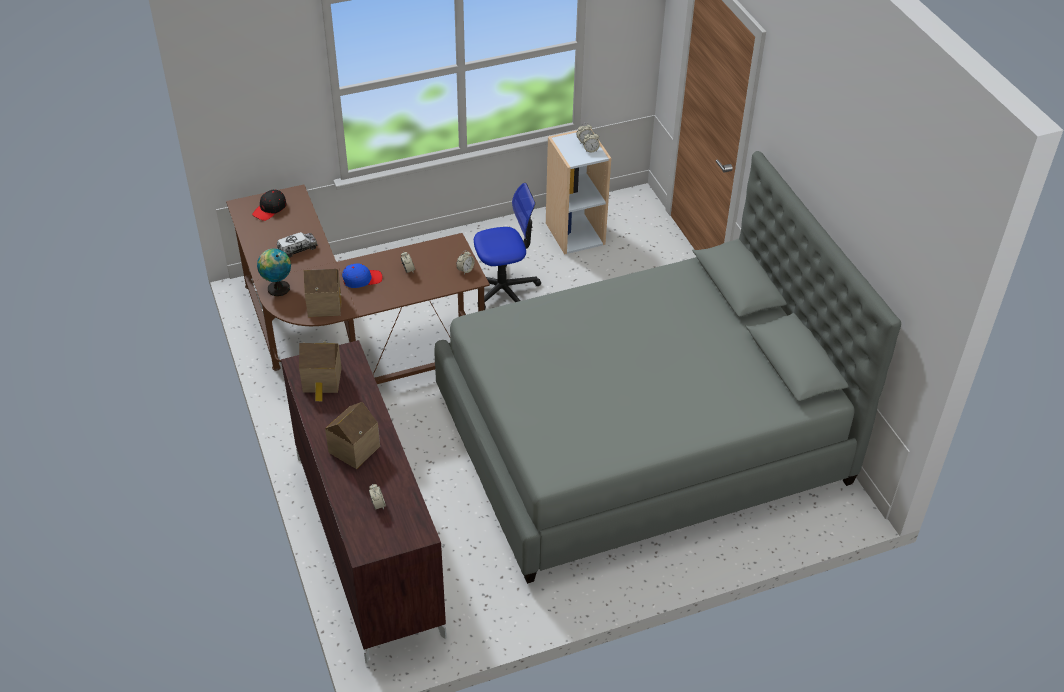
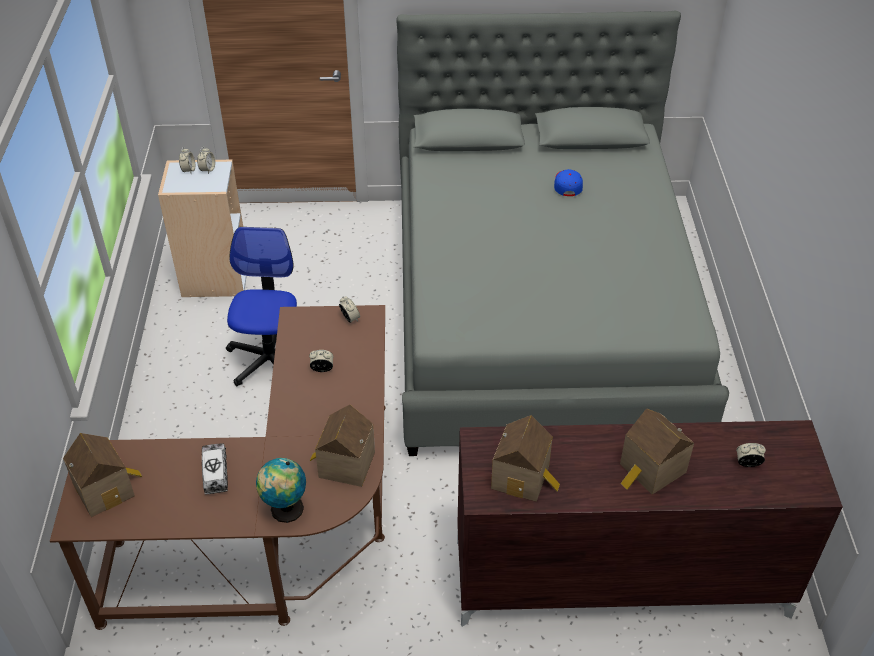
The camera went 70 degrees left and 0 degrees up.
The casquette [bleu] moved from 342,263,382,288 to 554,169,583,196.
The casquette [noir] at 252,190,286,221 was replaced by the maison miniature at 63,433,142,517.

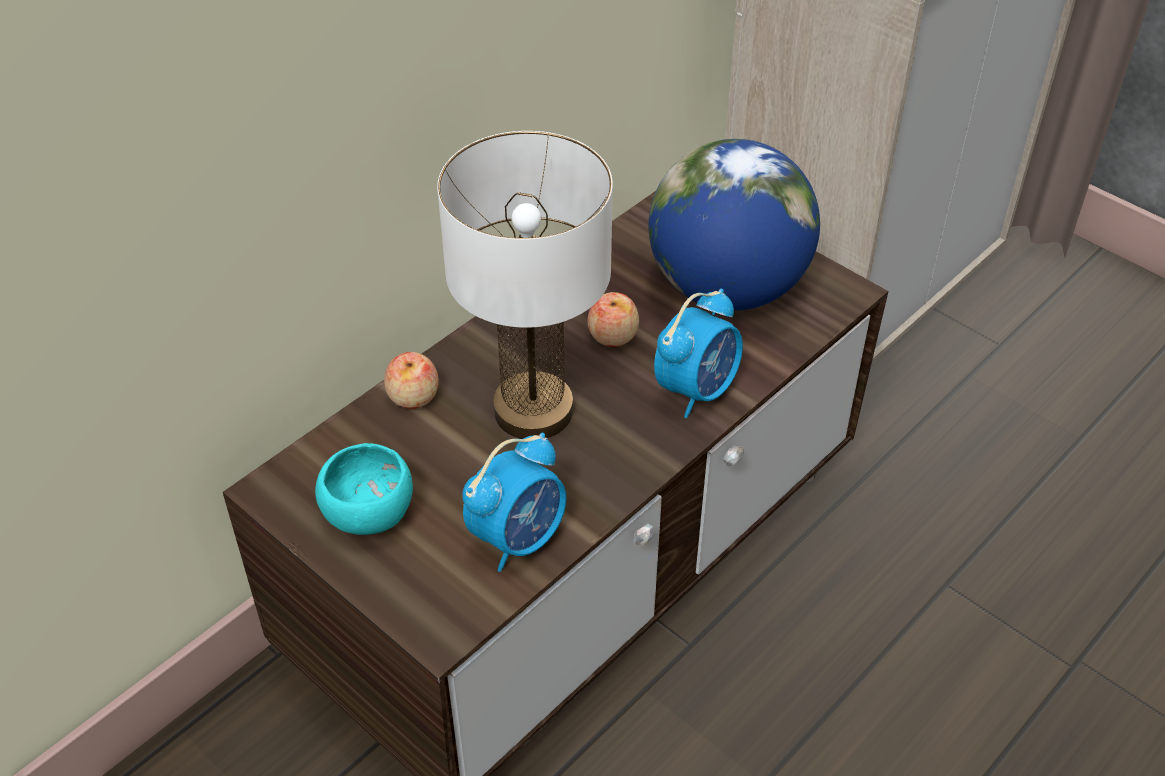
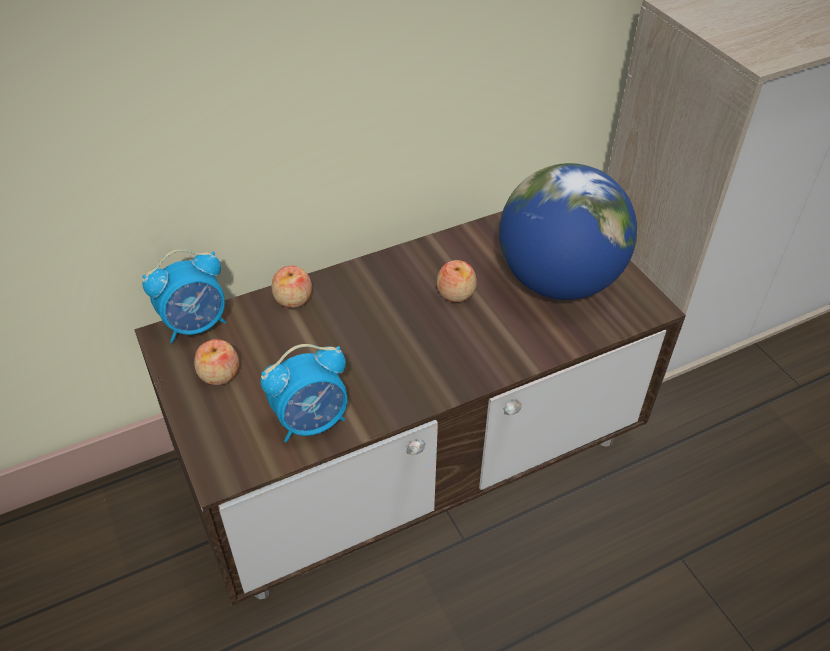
The camera went 20 degrees right and 0 degrees up.
The lampe de table at 437,131,613,439 disappeared.
The réveil moved from 654,289,743,418 to 142,249,226,343.
The bol [turquoise] at 315,443,413,535 was replaced by the pomme at 194,339,239,385.

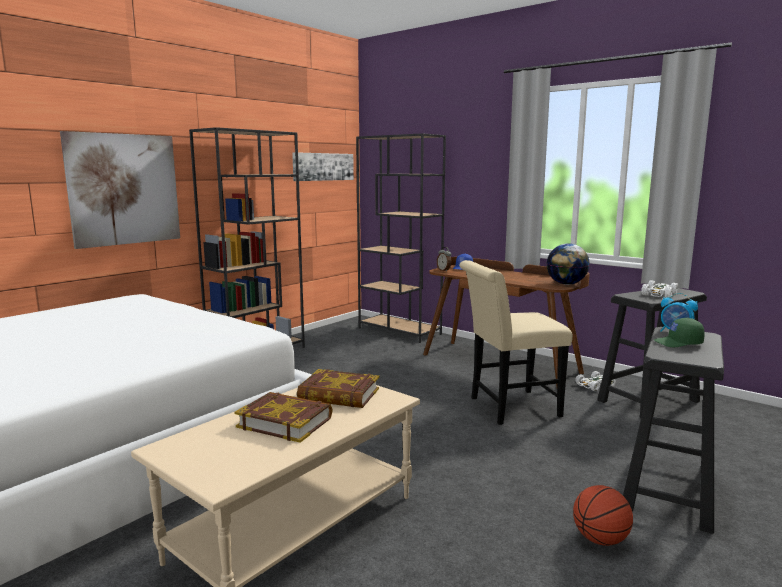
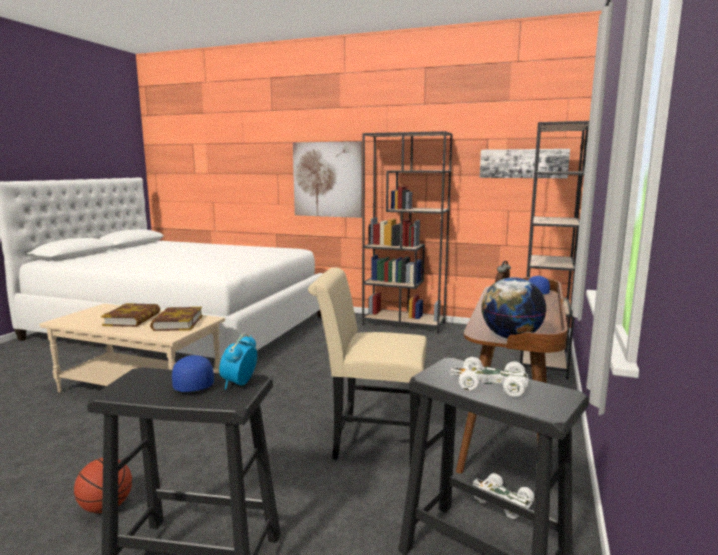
The camera went 70 degrees right and 0 degrees up.
The casquette [vert] at 654,318,705,347 became the casquette [bleu] at 172,355,214,392.
The chaise [beige] at 459,260,573,425 turned 45 degrees counterclockwise.

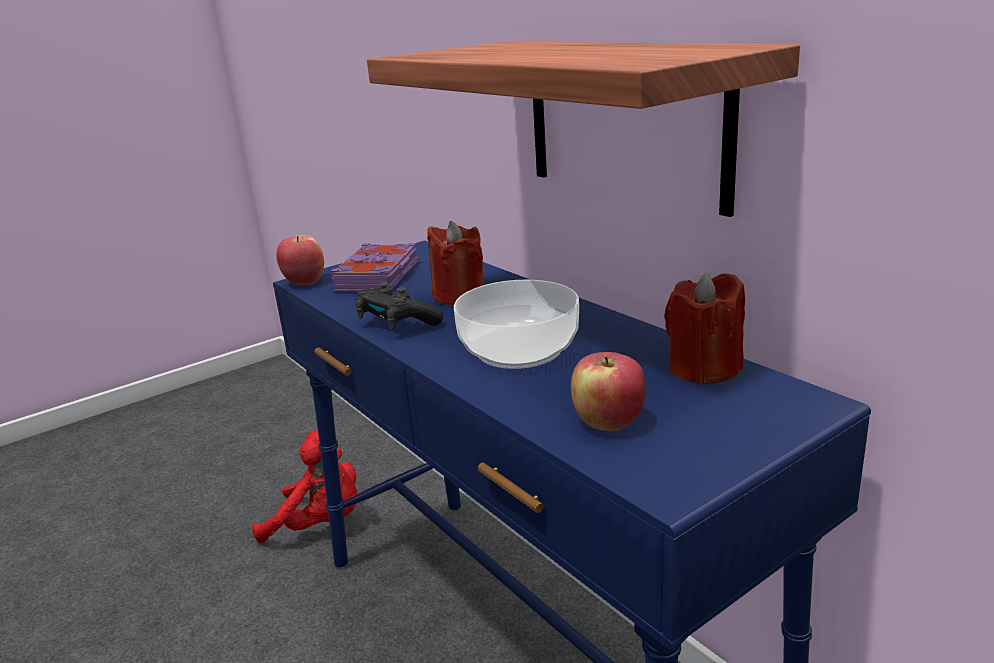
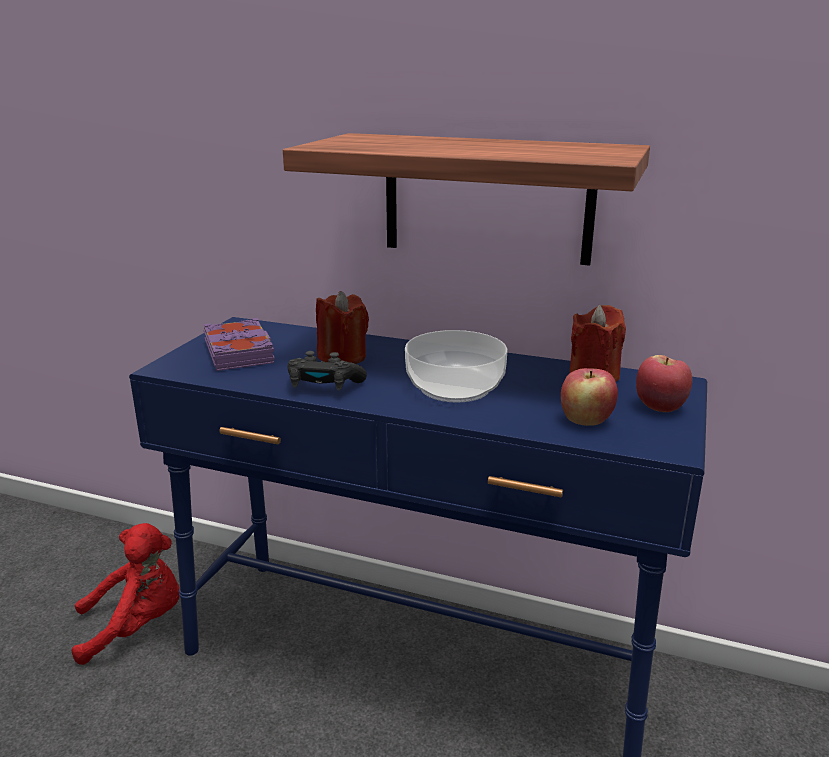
The camera went 35 degrees left and 0 degrees up.
The pomme moved from 276,235,324,285 to 636,355,692,412.

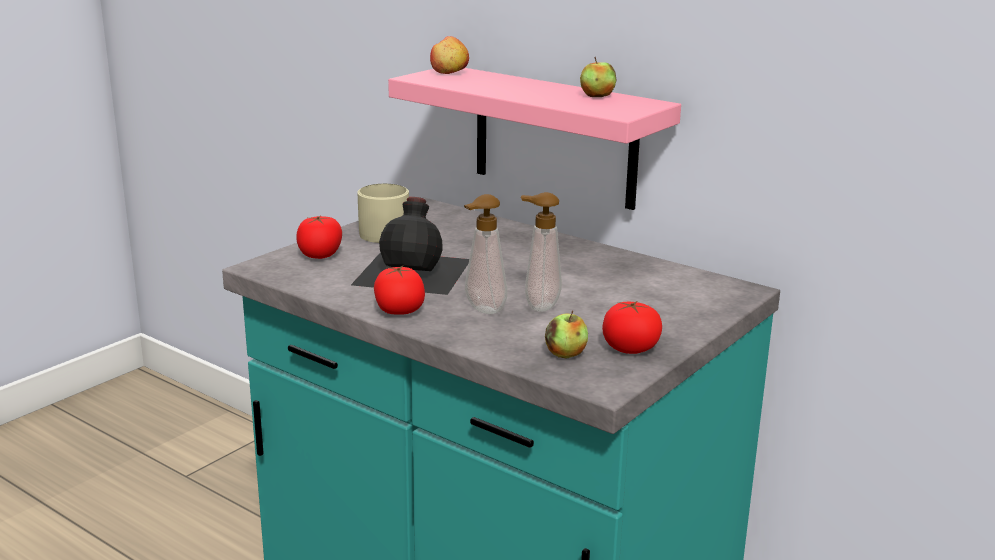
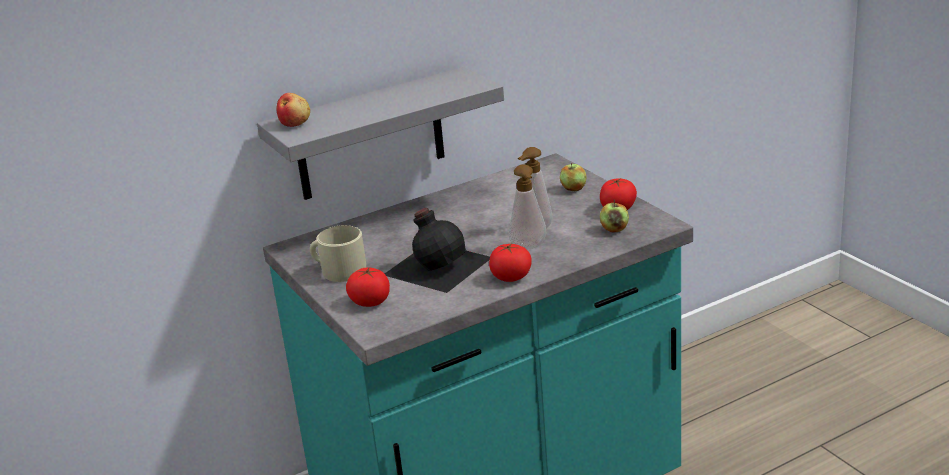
The camera went 65 degrees left and 5 degrees up.
The pomme moved from 580,57,616,97 to 560,163,587,191.
The étagère [rose] at 388,68,681,210 became the étagère [gris] at 257,67,504,200.

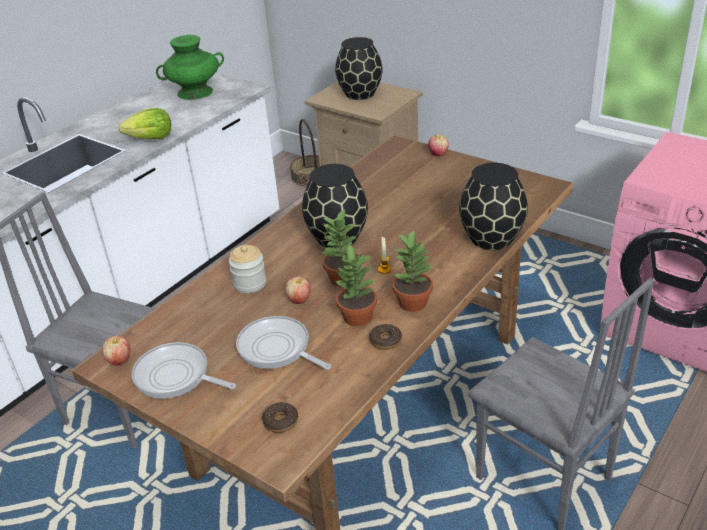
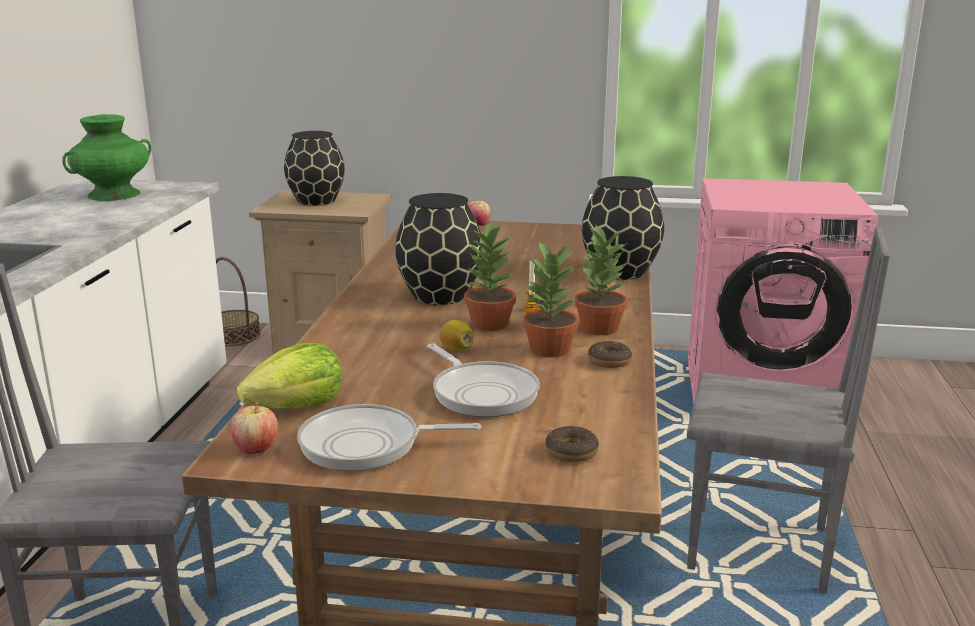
The camera went 30 degrees left and 15 degrees down.
The bocal at 229,245,266,293 disappeared.
The laitue moved from 119,108,171,140 to 237,343,342,409.
The pomme at 285,276,311,304 was replaced by the citron at 439,320,474,351.
The poêle at 236,316,331,370 turned 135 degrees counterclockwise.

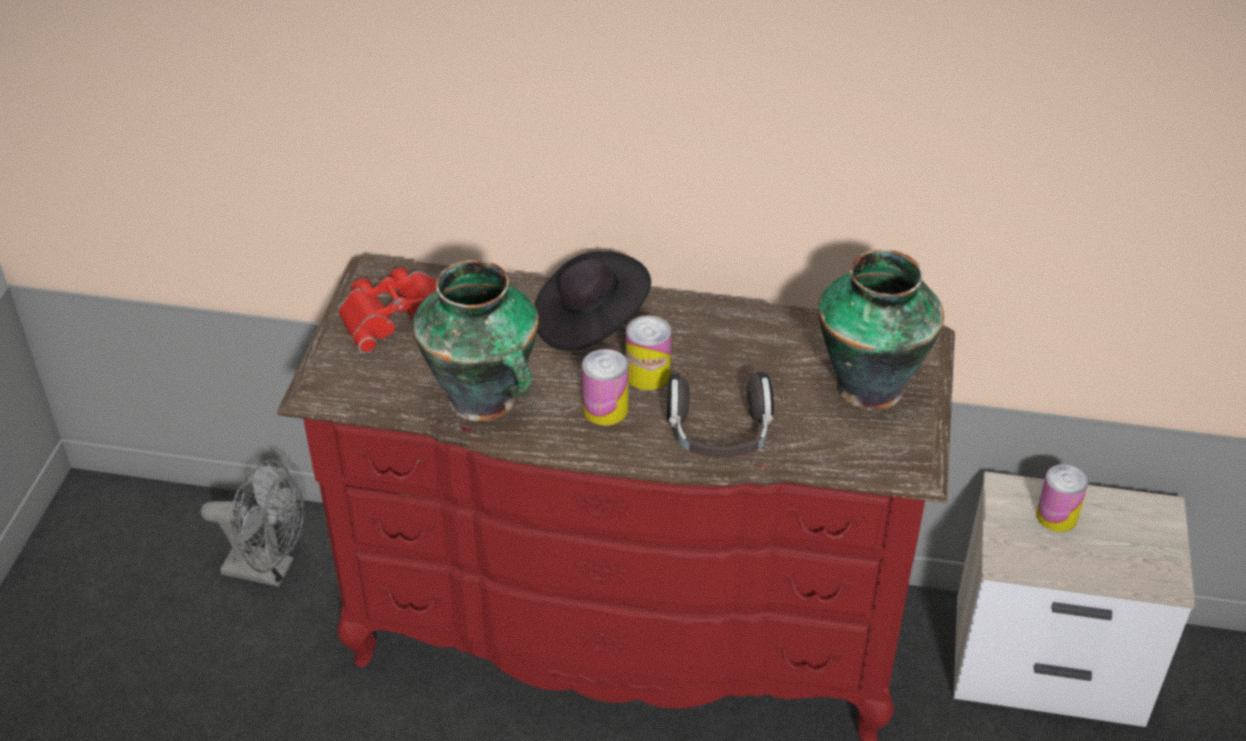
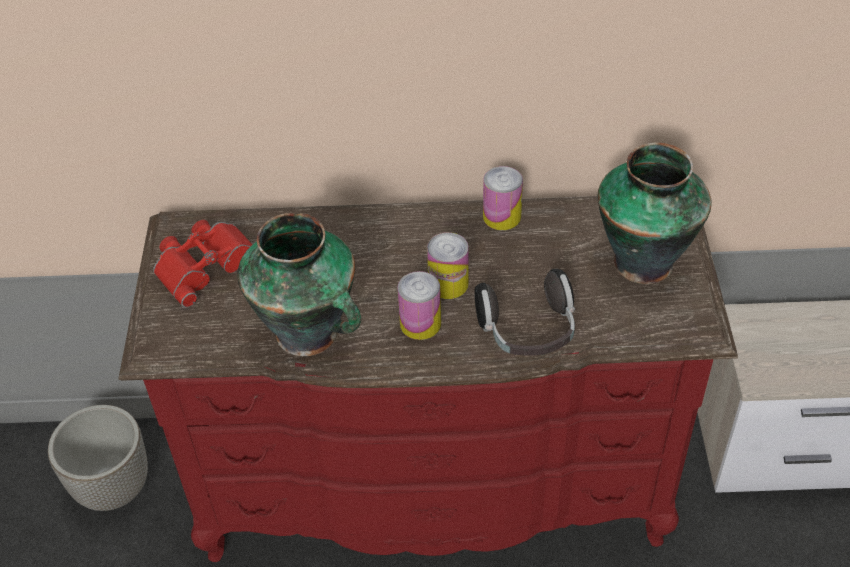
The camera went 10 degrees left and 5 degrees up.
The chapeau [noir] at 535,251,651,351 disappeared.
The boîte métallique moved from 1036,464,1088,532 to 483,166,523,230.
The ventilateur [gris] at 201,459,304,587 was replaced by the cache-pot at 48,405,148,511.

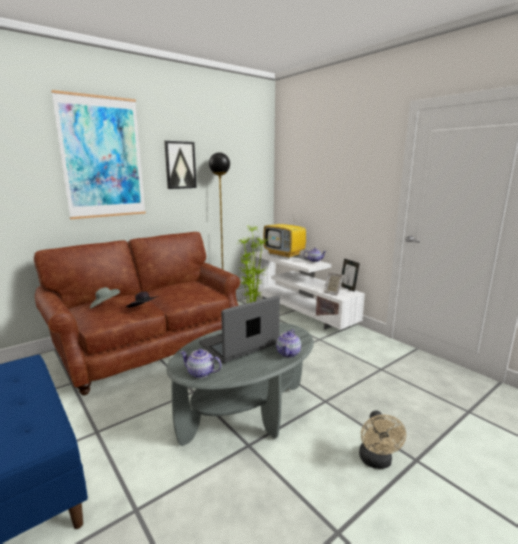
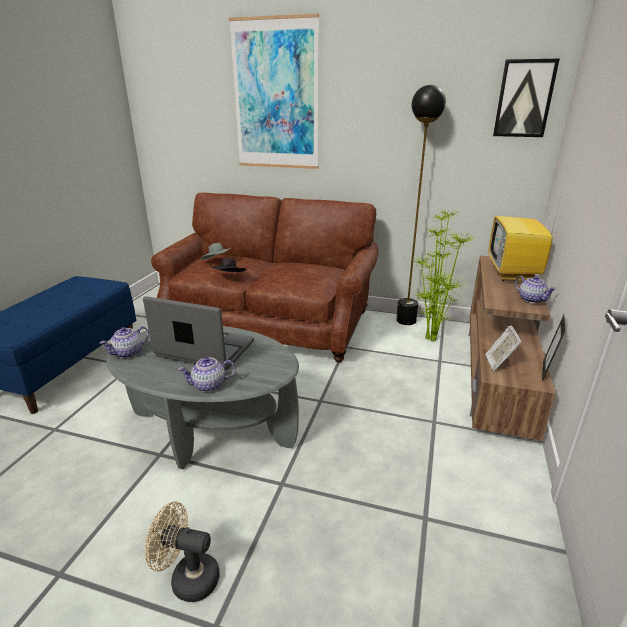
The camera went 55 degrees right and 10 degrees up.
The tableau moved from 164,141,197,189 to 493,59,560,137.
The meuble télé [blanc] at 252,250,365,330 became the meuble télé [marron] at 468,256,556,441.
The théière at 180,349,222,378 turned 120 degrees counterclockwise.
The ventilateur [beige] at 359,411,406,469 turned 45 degrees clockwise.

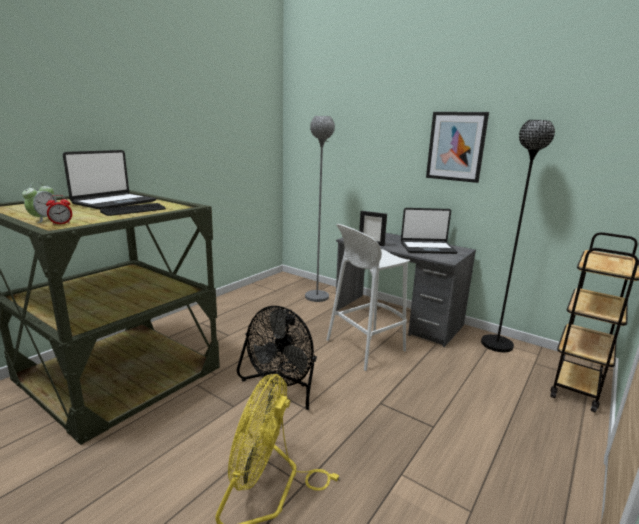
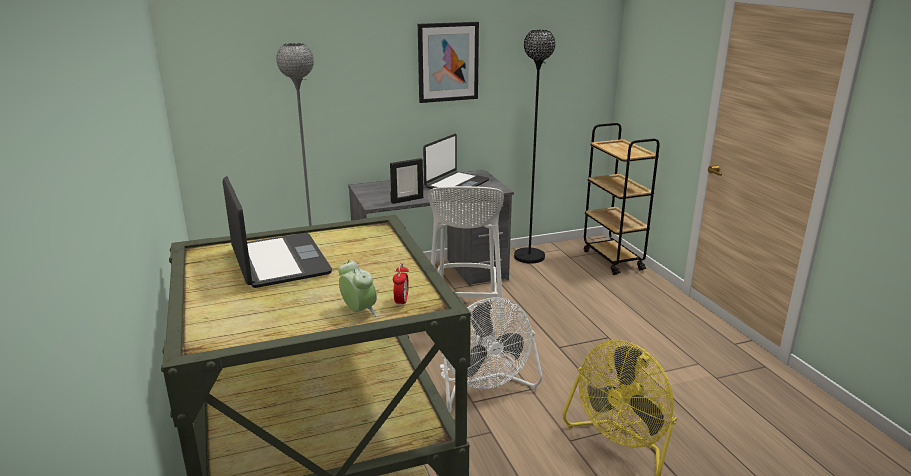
The camera went 55 degrees left and 5 degrees up.
The clavier at 100,203,166,216 disappeared.
The ventilateur [noir] at 237,306,317,410 became the ventilateur [blanc] at 440,298,542,413.

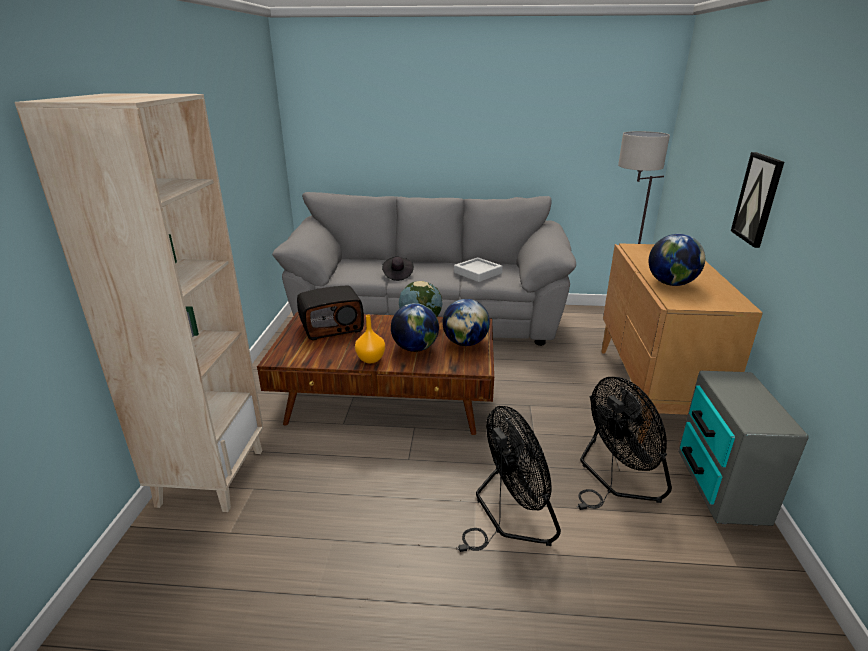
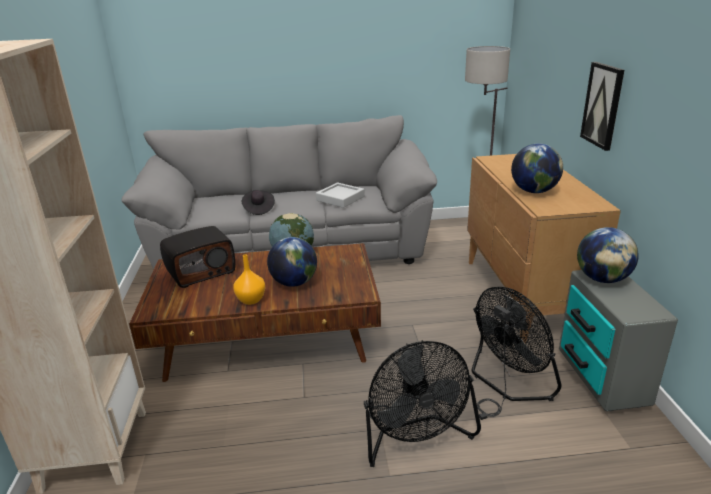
The camera went 10 degrees left and 0 degrees up.
The globe moved from 442,299,490,346 to 577,227,639,283.
The ventilateur [noir] at 456,406,561,552 turned 105 degrees clockwise.

